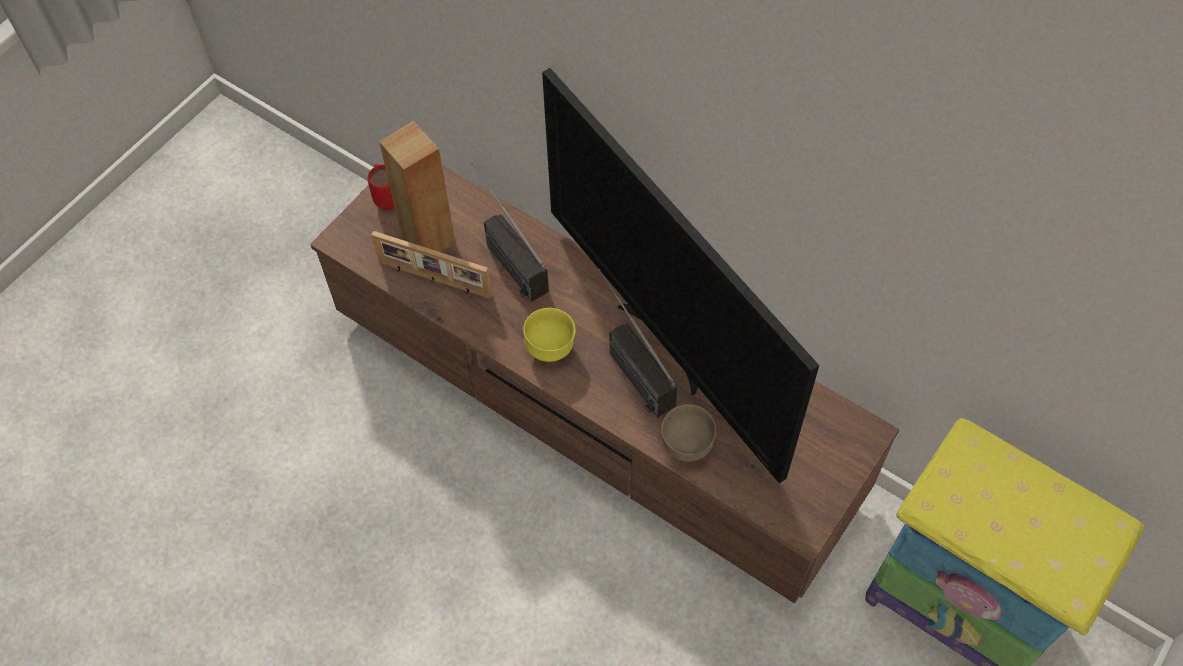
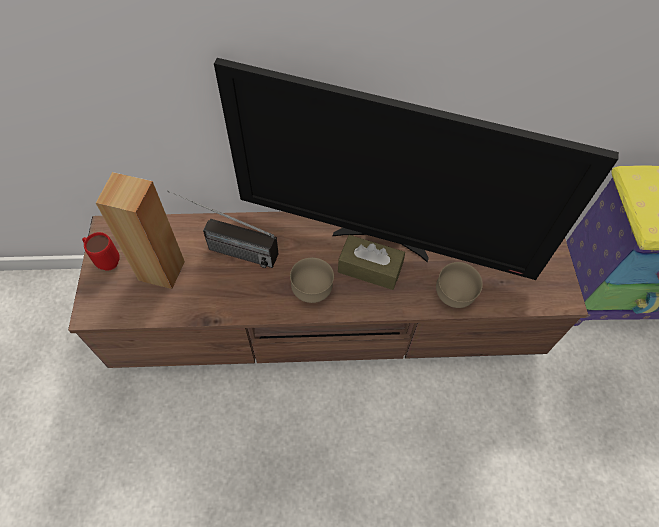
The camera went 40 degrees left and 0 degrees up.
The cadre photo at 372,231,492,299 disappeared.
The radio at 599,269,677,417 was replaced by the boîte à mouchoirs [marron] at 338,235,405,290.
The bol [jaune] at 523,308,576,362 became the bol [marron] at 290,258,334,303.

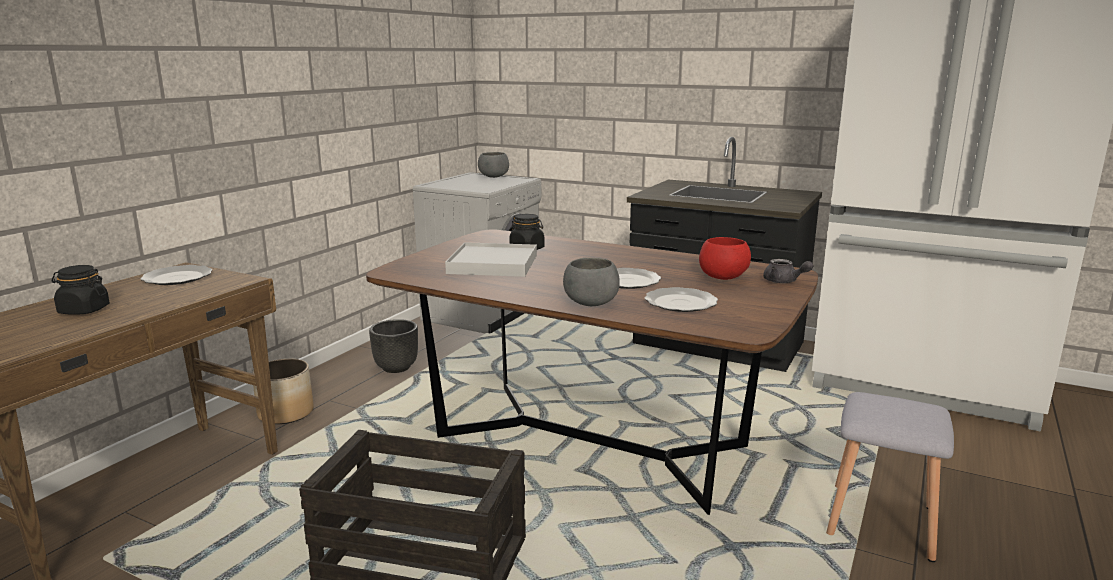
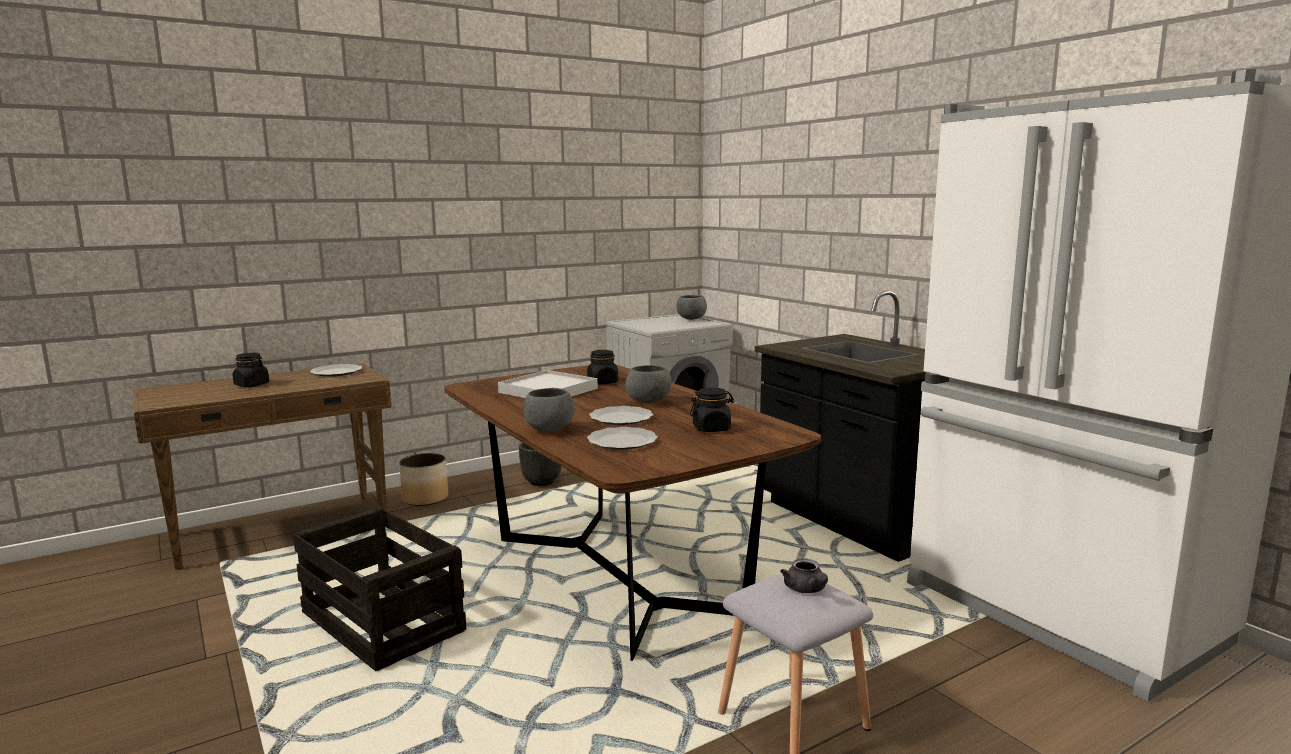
The camera went 30 degrees right and 5 degrees down.
The bol [gris] at 625,365,671,403 appeared.
The théière [gris] moved from 763,259,813,283 to 780,558,828,593.
The bol [rouge] at 699,237,751,280 was replaced by the bocal [noir] at 690,387,735,432.

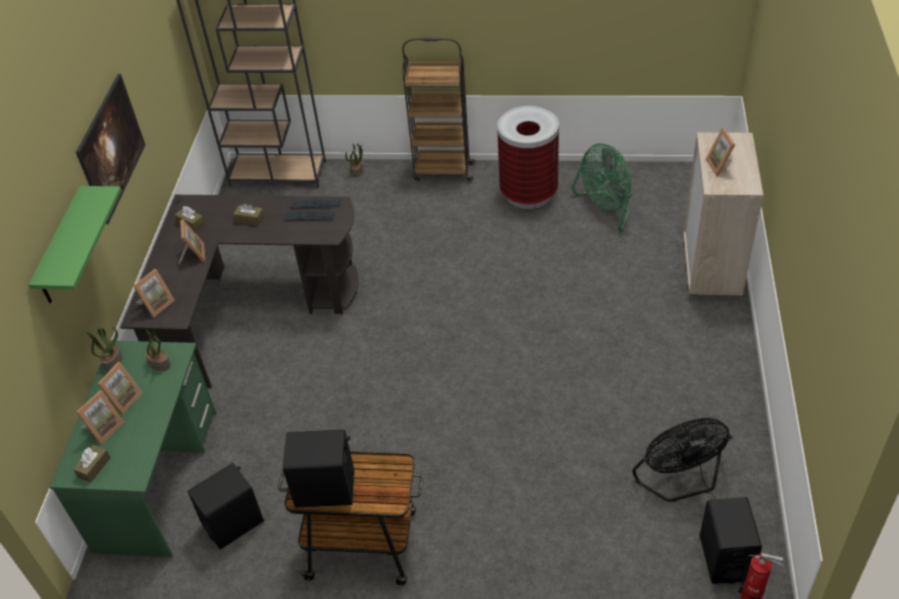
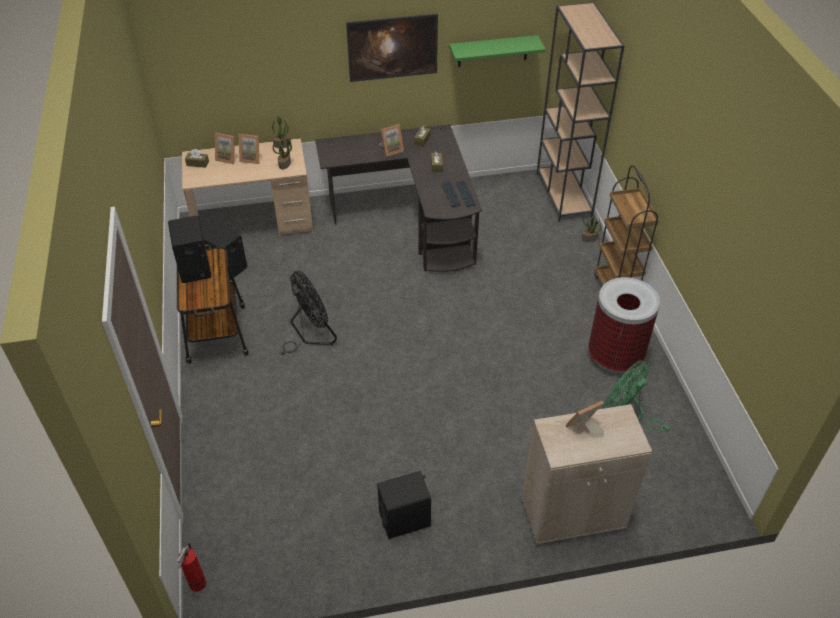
The camera went 70 degrees right and 0 degrees up.
The cadre photo at 133,269,175,317 disappeared.
The étagère [vert] moved from 29,186,121,303 to 449,35,546,67.
The ventilateur [noir] moved from 632,418,732,508 to 280,271,337,355.
The enceinte [noir] moved from 700,497,762,584 to 377,471,431,539.
The bureau [vert] at 49,341,216,558 became the bureau [beige] at 182,138,313,237.

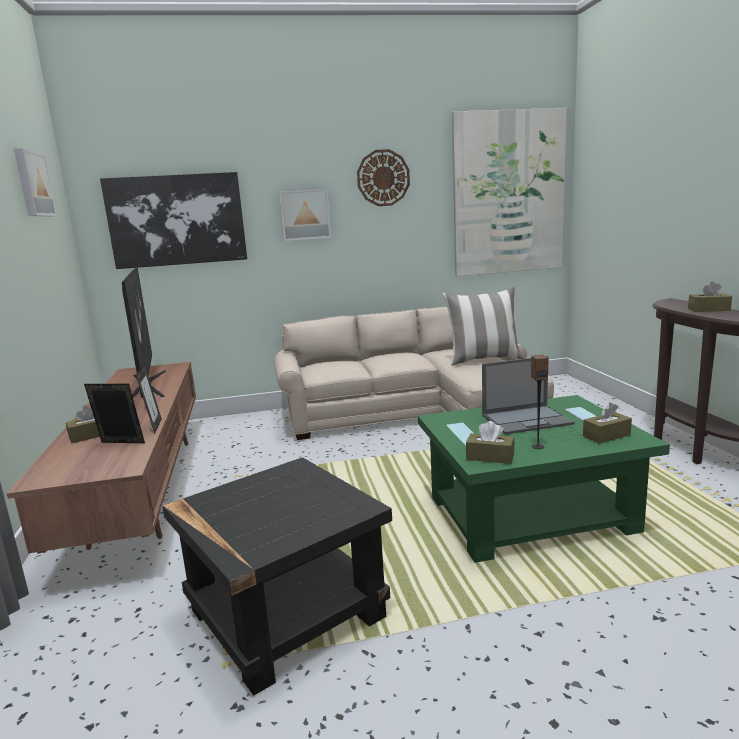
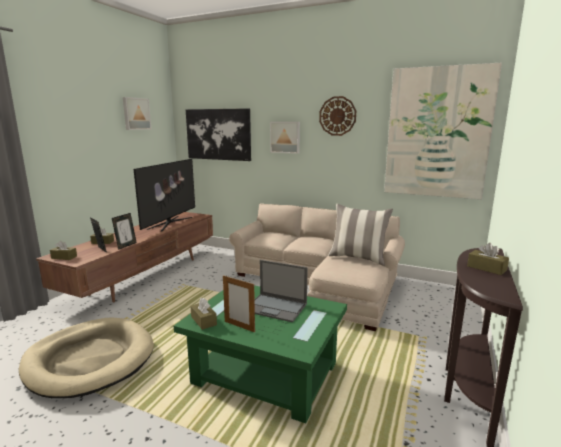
The camera went 35 degrees right and 0 degrees up.
The boîte à mouchoirs [marron] moved from 583,403,632,444 to 50,241,77,260.
The table d'appoint [noir] at 162,457,392,696 was replaced by the panier pour chien [beige] at 19,318,154,398.
The enceinte at 531,355,549,449 was replaced by the cadre photo at 223,276,255,333.

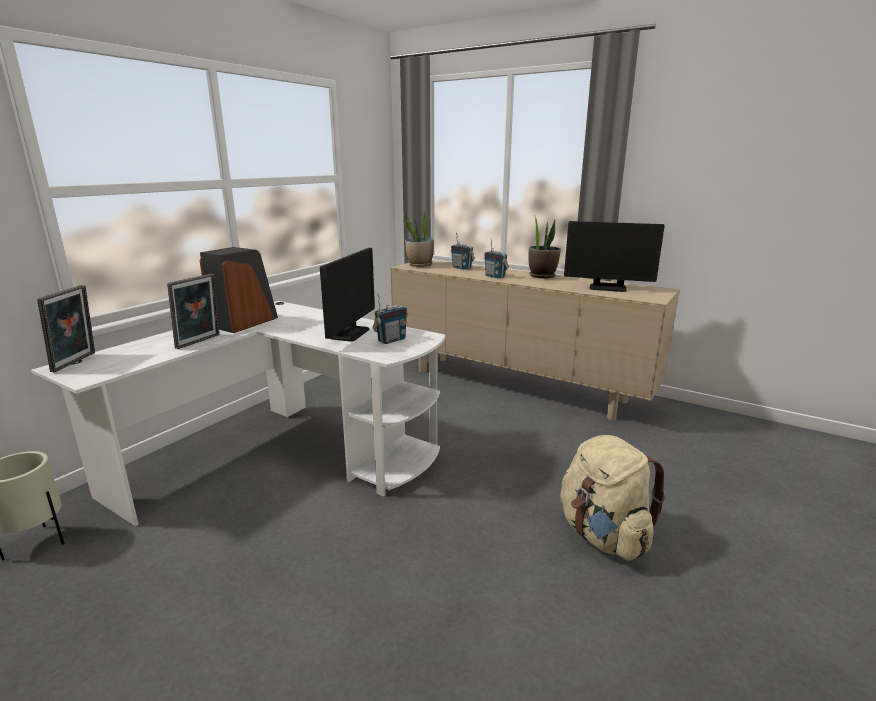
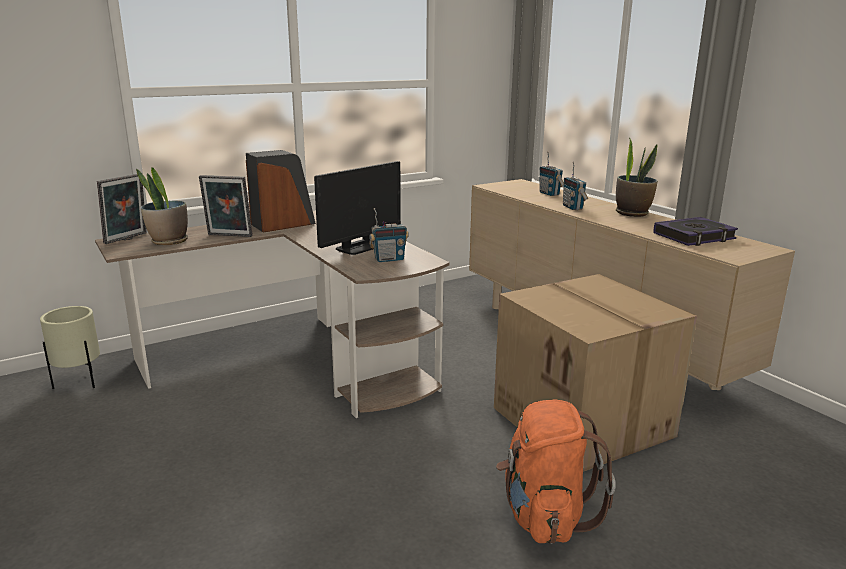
The camera went 25 degrees right and 0 degrees up.
The carton at 494,274,697,472 appeared.
The plante en pot moved from 405,213,434,267 to 136,167,188,245.
The écran d'ordinateur at 564,221,665,292 was replaced by the livre at 653,217,738,246.
The bureau [blanc] at 31,301,445,526 became the bureau [marron] at 95,210,450,418.
The sac à dos [beige] at 560,435,666,561 became the sac à dos [orange] at 496,399,616,544.
The cadre photo at 167,274,219,349 turned 45 degrees clockwise.

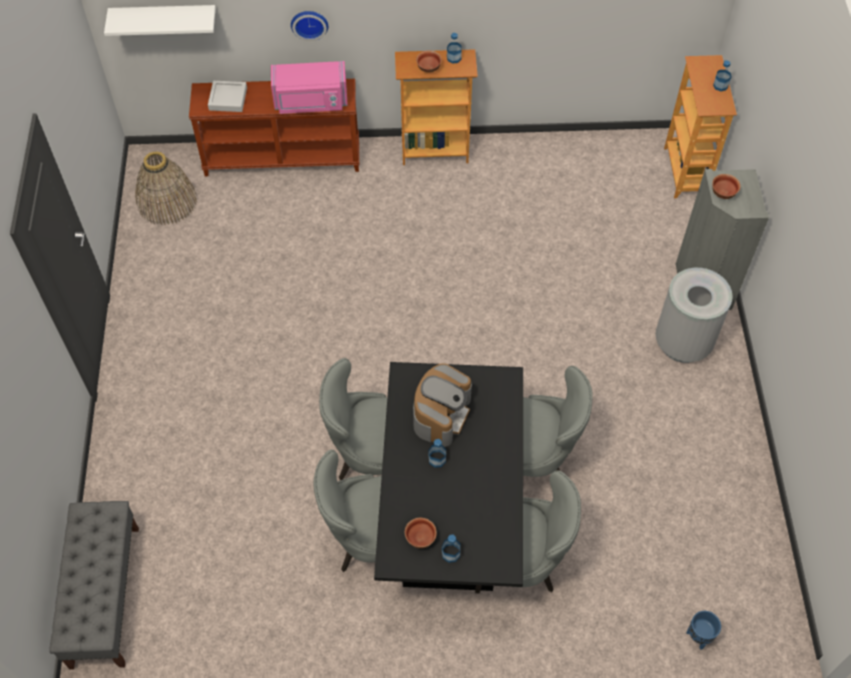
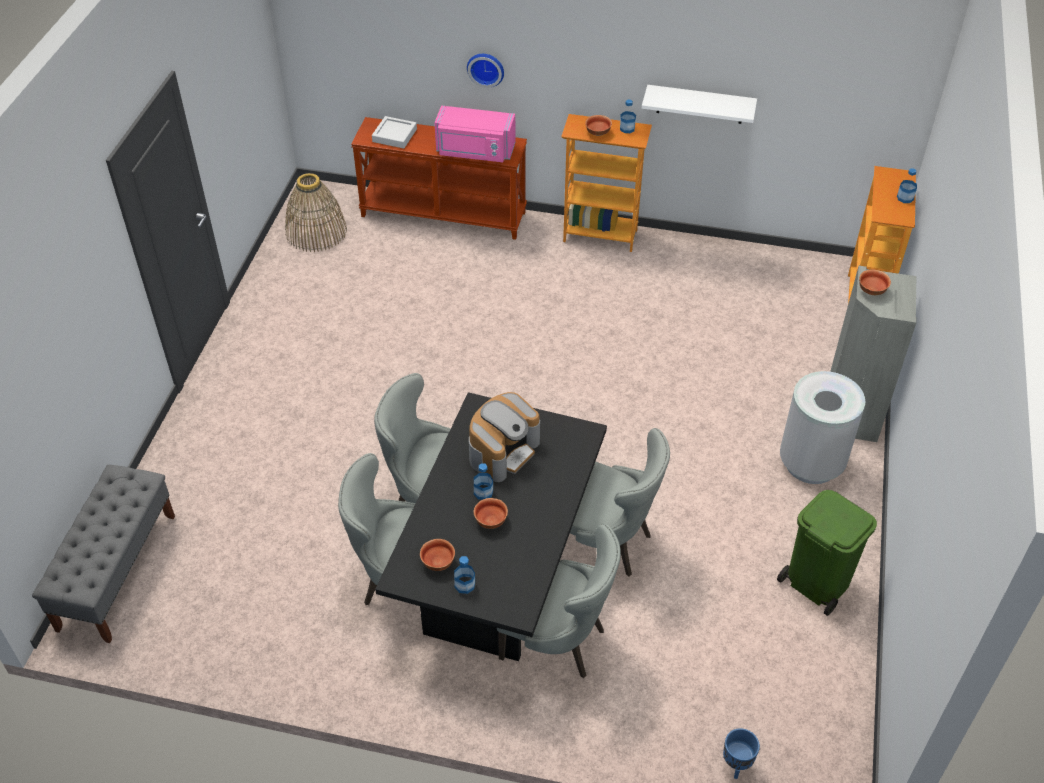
The camera went 15 degrees right and 10 degrees down.
The bol at 474,498,508,529 appeared.
The poubelle [vert] at 777,490,877,616 appeared.
The étagère [blanc] moved from 104,5,216,36 to 642,85,757,124.

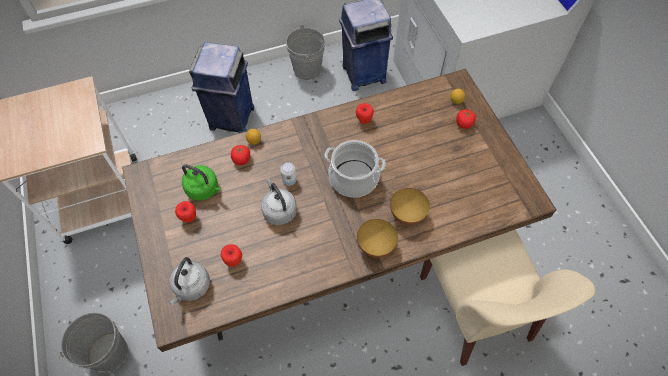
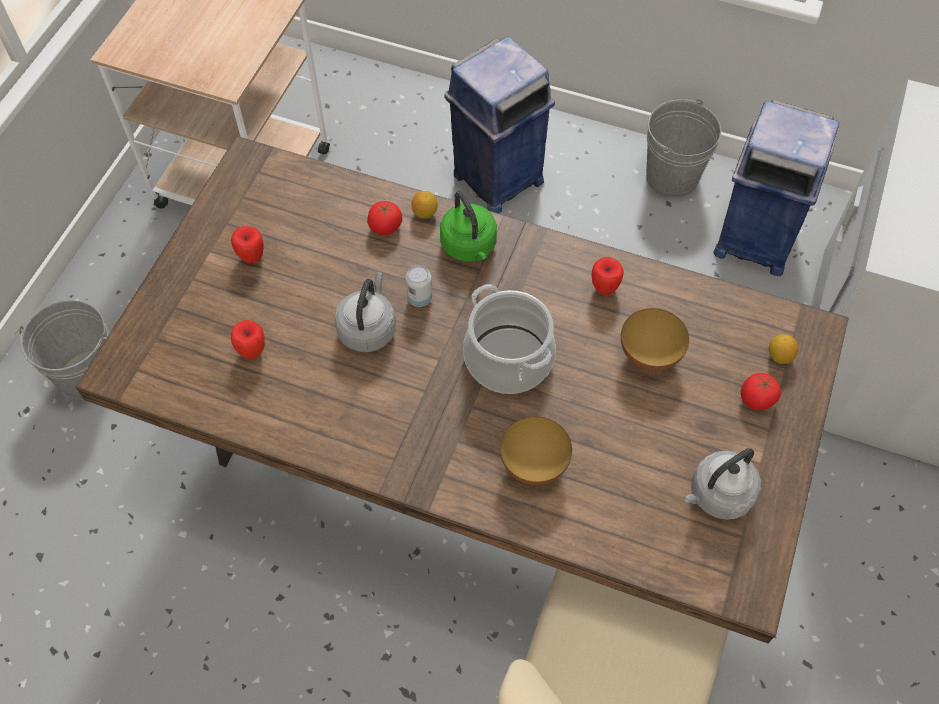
The camera went 40 degrees right and 0 degrees up.
The bouilloire [gris] moved from 170,257,210,305 to 684,448,761,520.
The bouilloire [vert] moved from 182,164,221,201 to 440,191,497,262.
The bol moved from 357,219,398,258 to 621,308,689,372.

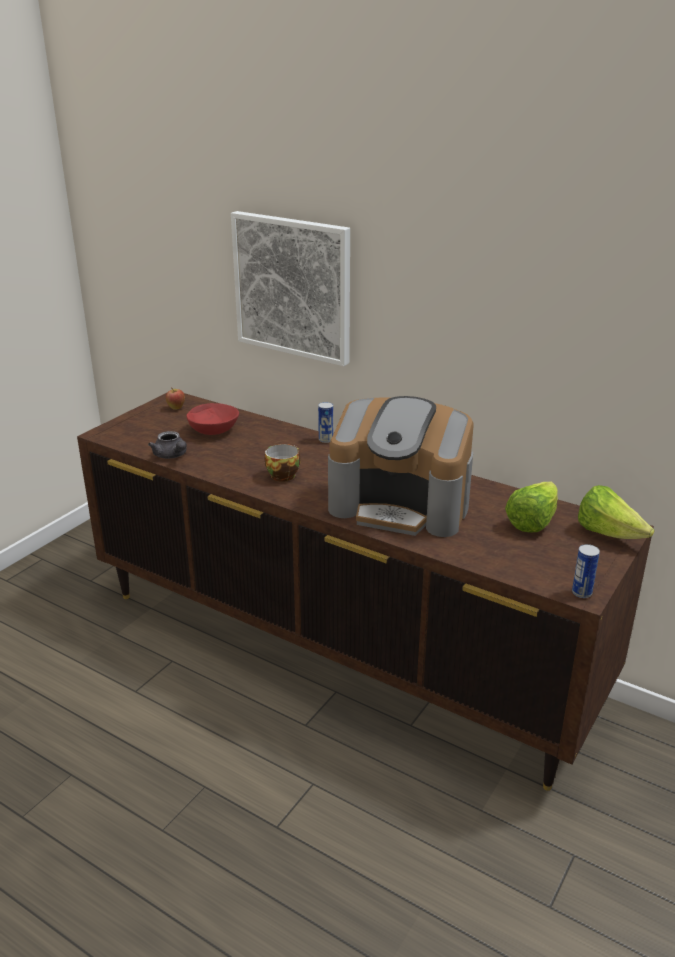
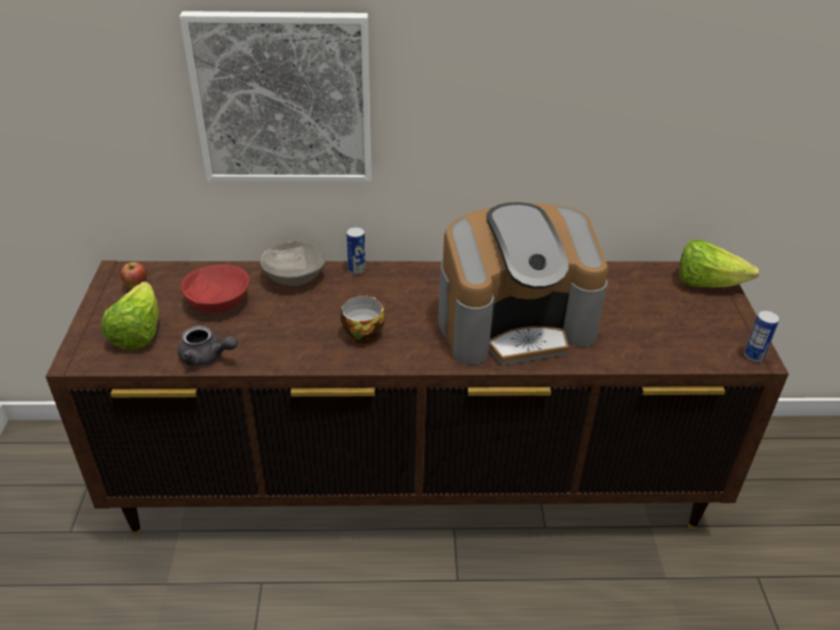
The camera went 35 degrees left and 10 degrees up.
The bol [gris] at 260,240,326,286 appeared.
The laitue moved from 505,482,558,533 to 101,282,159,350.

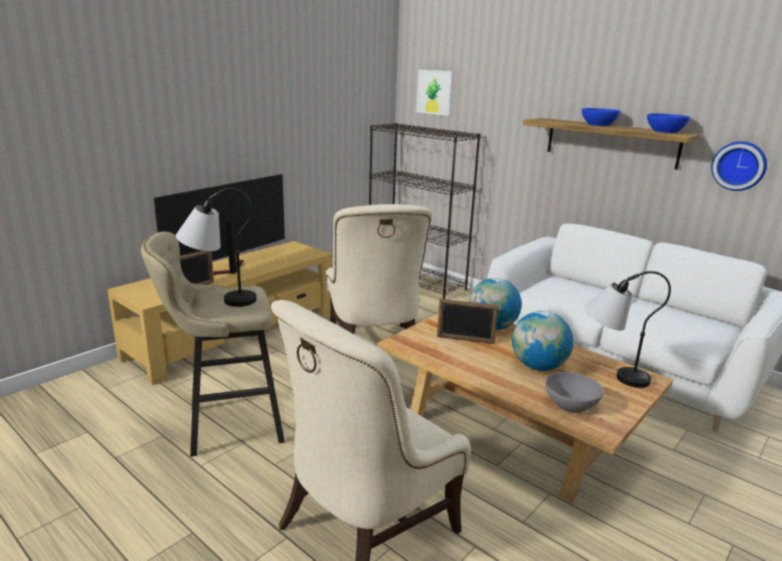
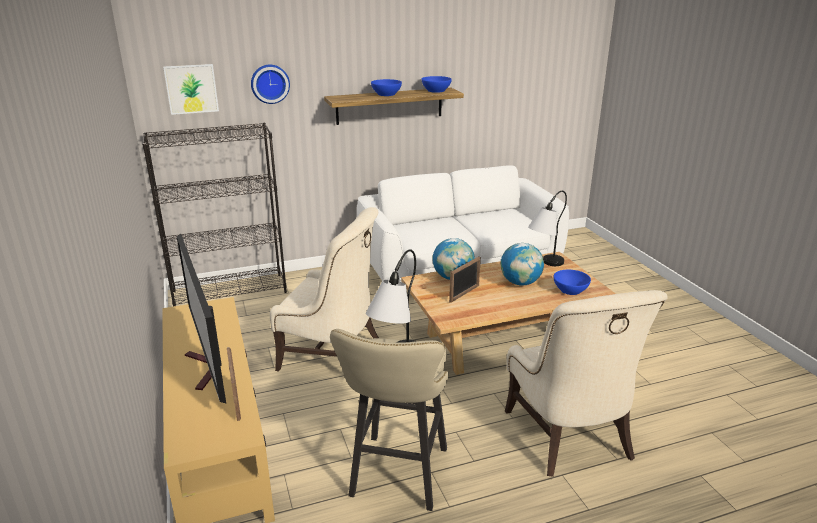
The camera went 60 degrees left and 5 degrees up.
The horloge murale moved from 711,141,767,191 to 251,65,290,104.
The bol [gris] at 546,372,603,413 became the bol [bleu] at 554,270,591,295.

